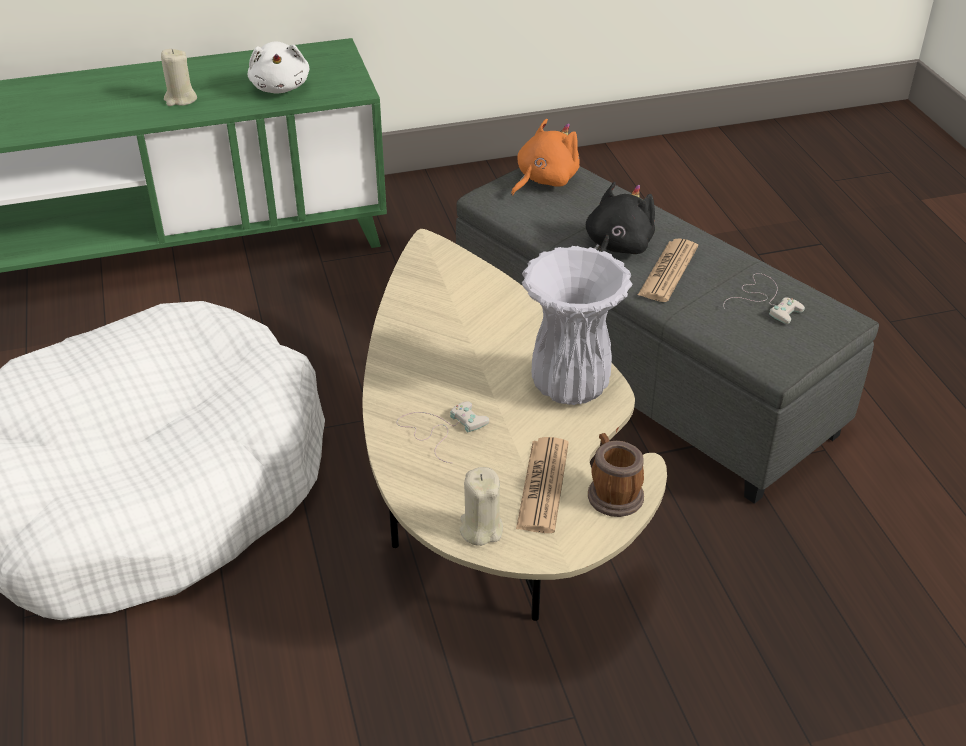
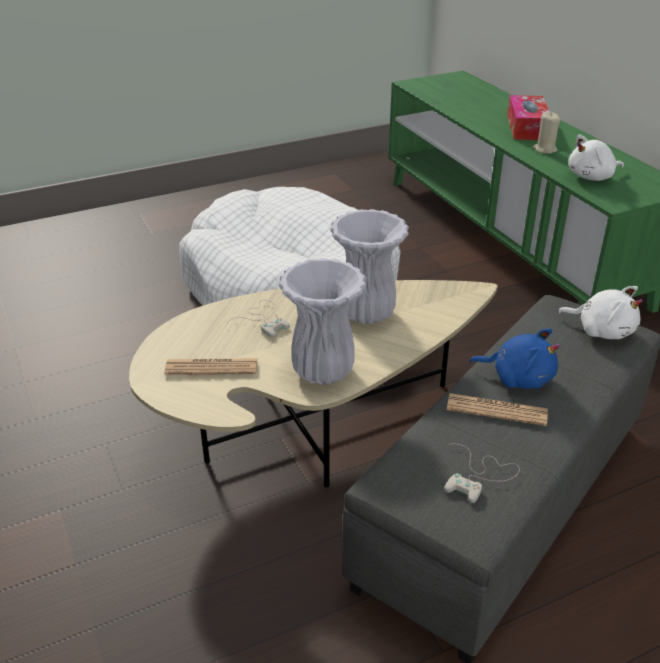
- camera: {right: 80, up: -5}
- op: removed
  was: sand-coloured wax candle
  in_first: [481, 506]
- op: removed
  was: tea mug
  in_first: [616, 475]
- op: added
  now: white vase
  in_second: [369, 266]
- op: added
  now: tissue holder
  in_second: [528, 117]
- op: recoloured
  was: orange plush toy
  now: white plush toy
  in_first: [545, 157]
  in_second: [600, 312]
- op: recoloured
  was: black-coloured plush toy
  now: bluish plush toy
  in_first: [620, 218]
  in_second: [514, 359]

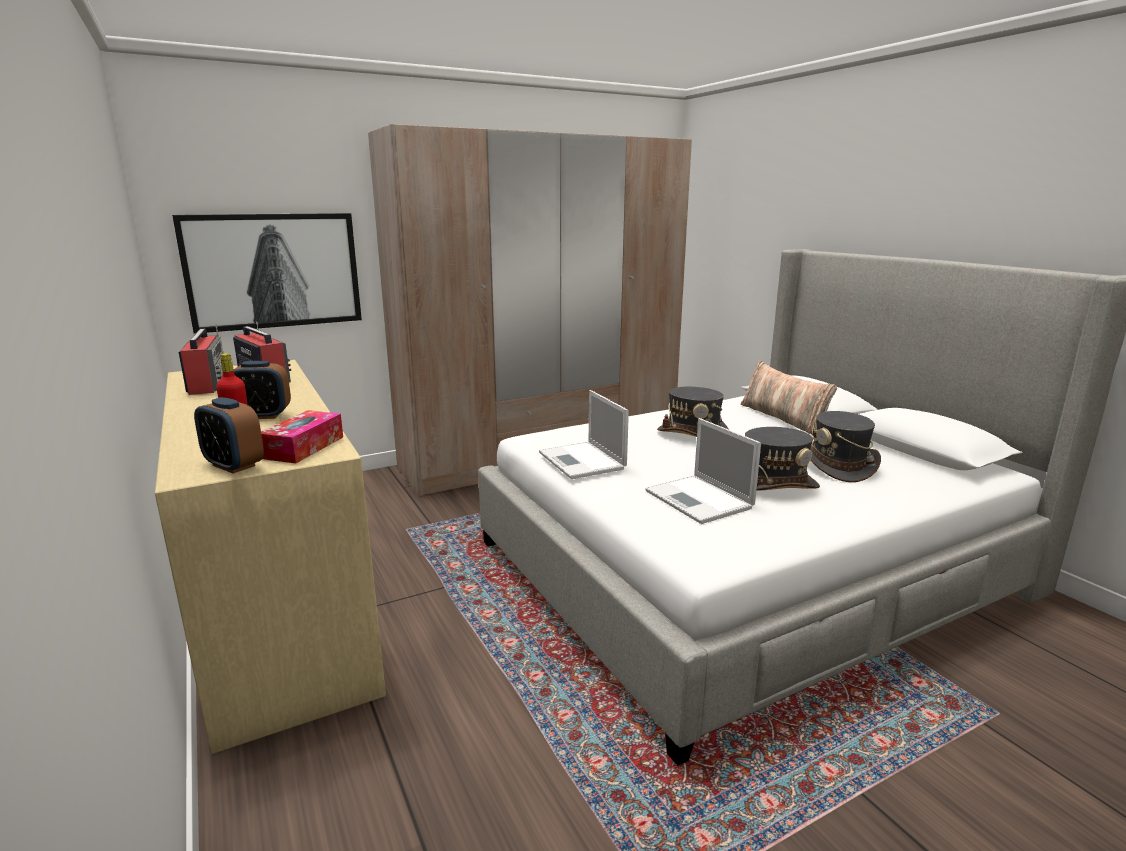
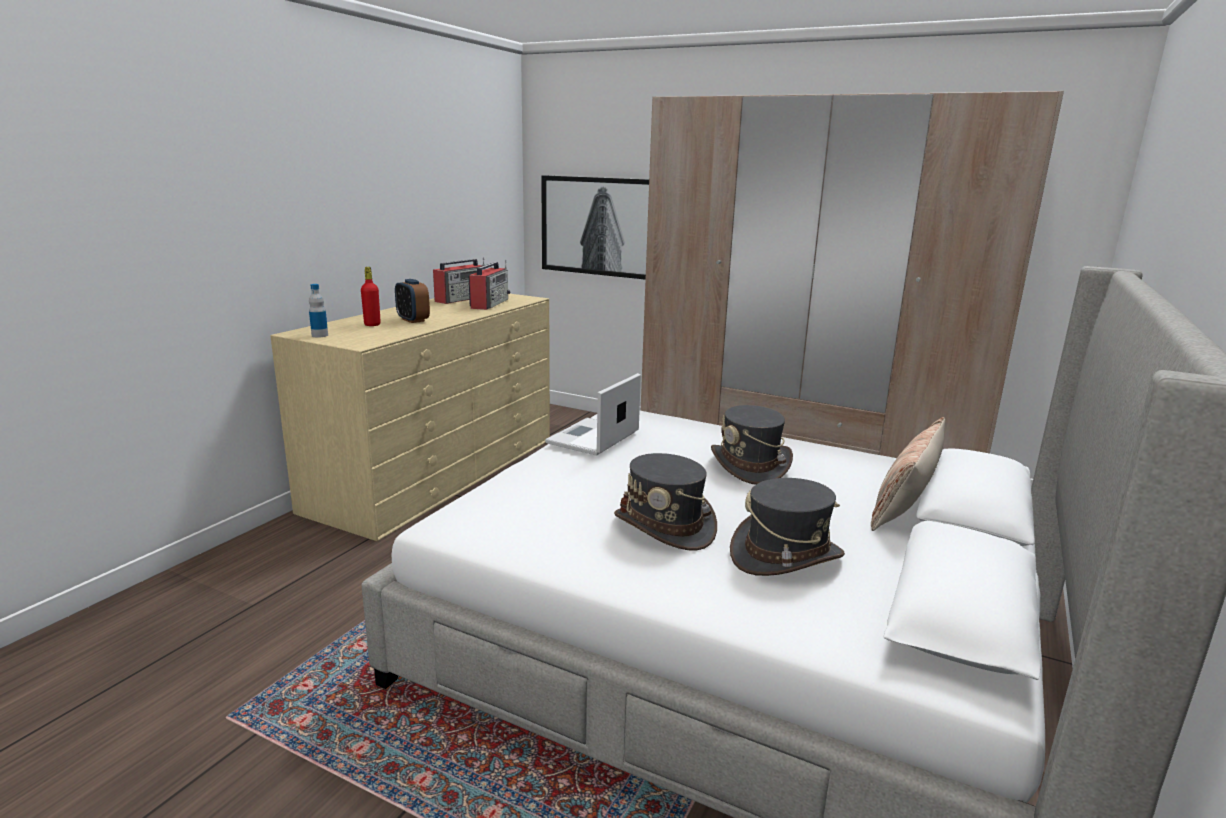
- camera: {right: 55, up: 0}
- op: removed
  was: tissue holder
  in_first: [302, 436]
- op: removed
  was: notebook computer
  in_first: [703, 471]
- op: replaced
  was: table clock
  now: bottle
  in_first: [229, 435]
  in_second: [318, 311]

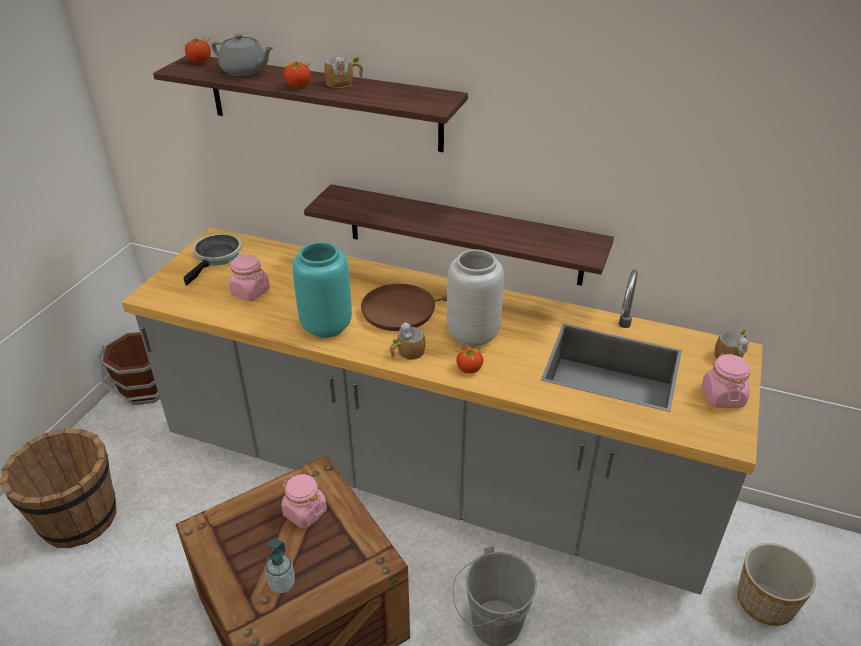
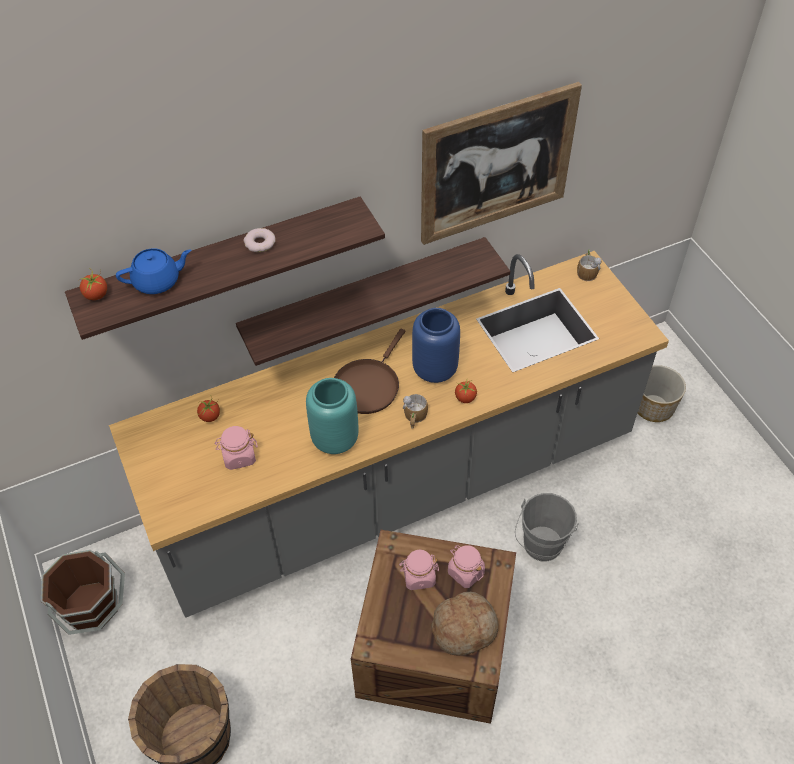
- camera: {right: -45, up: 15}
- op: removed
  was: pan
  in_first: [213, 259]
- op: added
  now: wall art
  in_second: [501, 163]
- op: moved
  was: fresh tomato
  in_first: [297, 74]
  in_second: [208, 408]
- op: moved
  was: pink-coloured preserve jar
  in_first: [726, 380]
  in_second: [466, 566]
- op: replaced
  was: soap bottle
  now: baked bread
  in_first: [280, 566]
  in_second: [464, 623]
- op: replaced
  was: tea mug
  now: ring doughnut
  in_first: [343, 72]
  in_second: [260, 240]
- op: recoloured
  was: gray pot for tea
  now: bluish pot for tea
  in_first: [242, 54]
  in_second: [153, 271]
- op: recoloured
  was: gray vase
  now: bluish vase
  in_first: [475, 297]
  in_second: [436, 345]

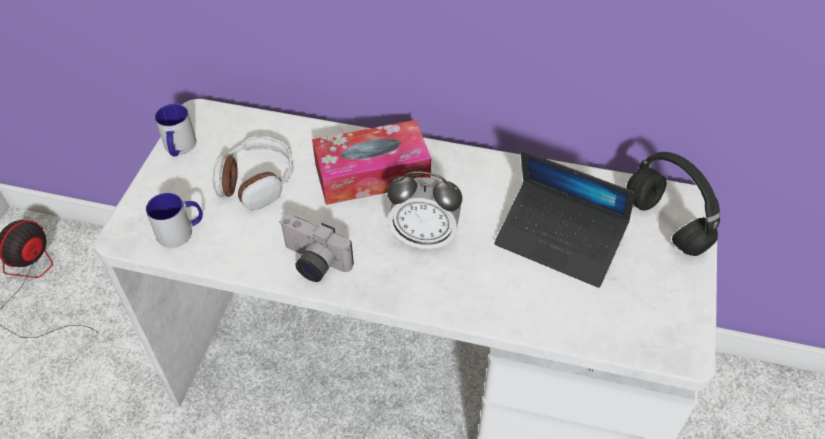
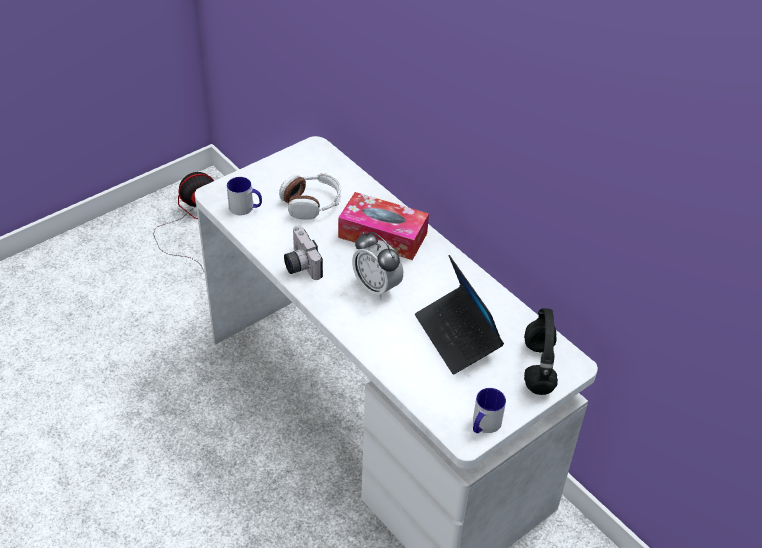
- camera: {right: 35, up: -5}
- op: moved
  was: tea mug
  in_first: [175, 130]
  in_second: [489, 410]

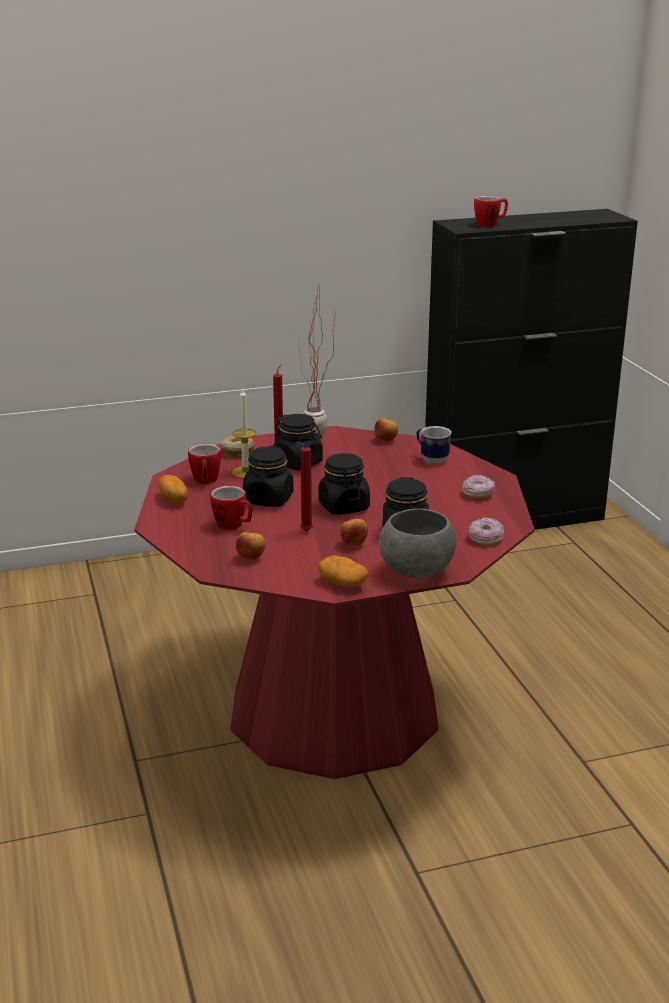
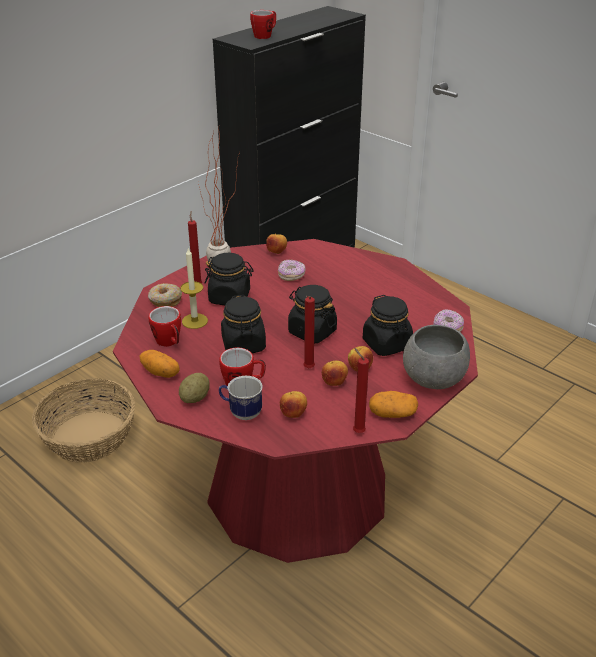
- camera: {right: -30, up: 10}
- op: added
  now: household basket
  in_second: [83, 420]
- op: added
  now: potato
  in_second: [194, 388]
- op: added
  now: apple
  in_second: [335, 373]
- op: added
  now: reddish wax candle
  in_second: [361, 390]
- op: moved
  was: tea mug
  in_first: [434, 445]
  in_second: [241, 398]
- op: moved
  was: ring doughnut
  in_first: [478, 486]
  in_second: [292, 270]

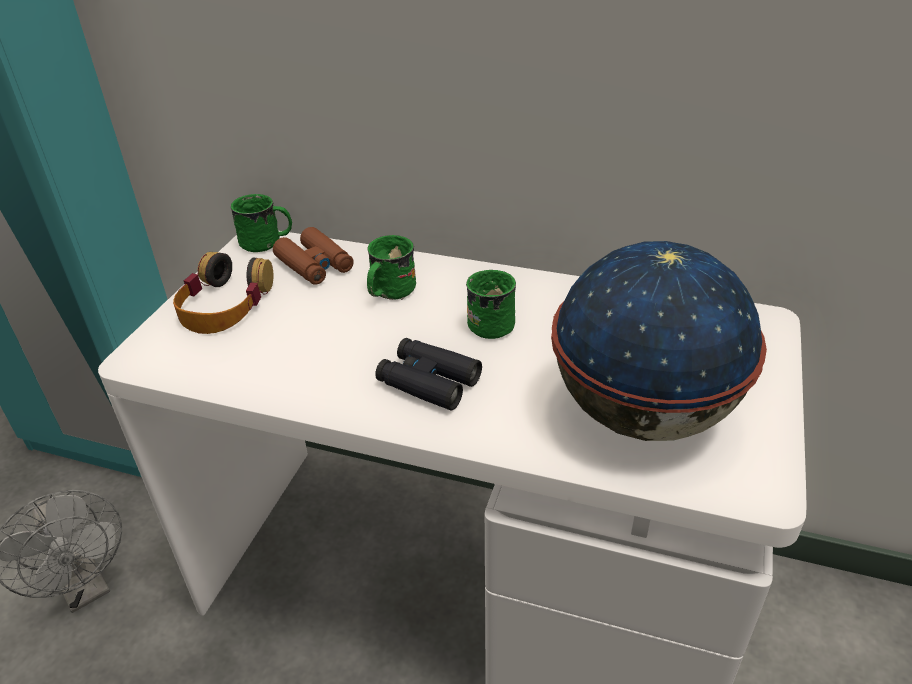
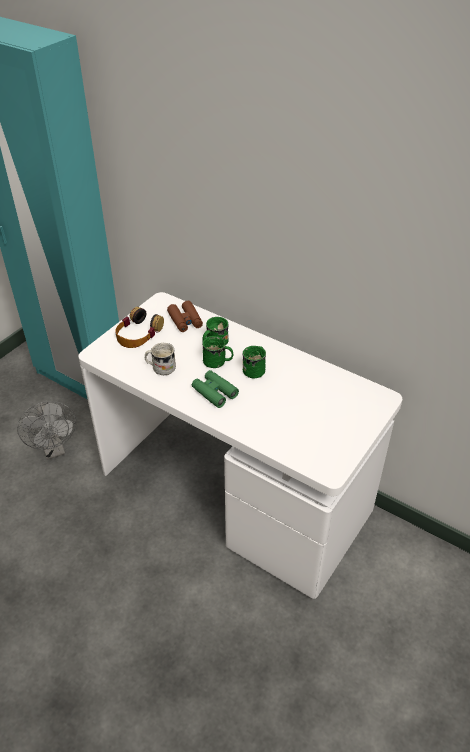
- camera: {right: 15, up: 5}
- op: removed
  was: globe
  in_first: [659, 341]
- op: added
  now: white tea mug
  in_second: [160, 359]
- op: moved
  was: green-coloured tea mug
  in_first: [261, 223]
  in_second: [217, 352]
- op: recoloured
  was: black-coloured pair of binoculars
  now: green-coloured pair of binoculars
  in_first: [428, 374]
  in_second: [215, 389]

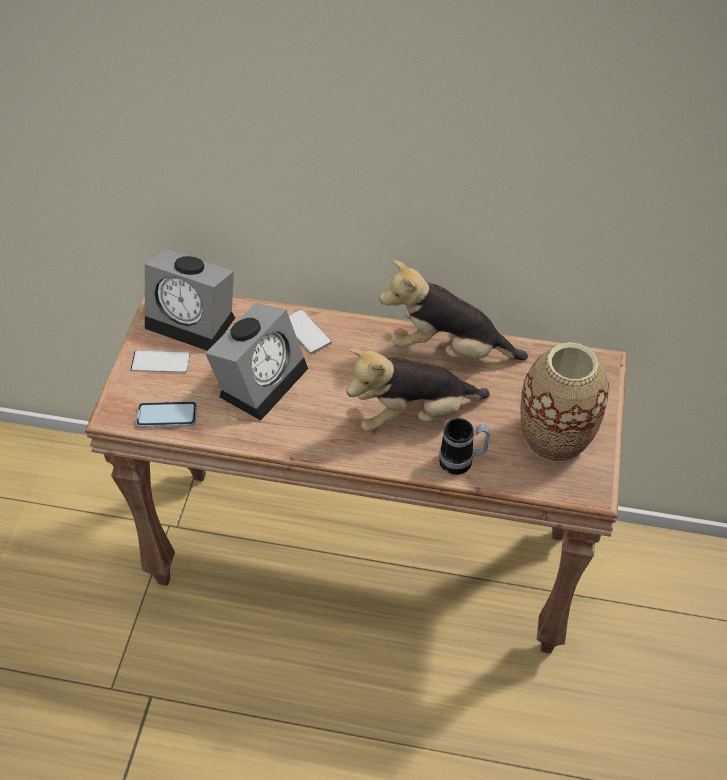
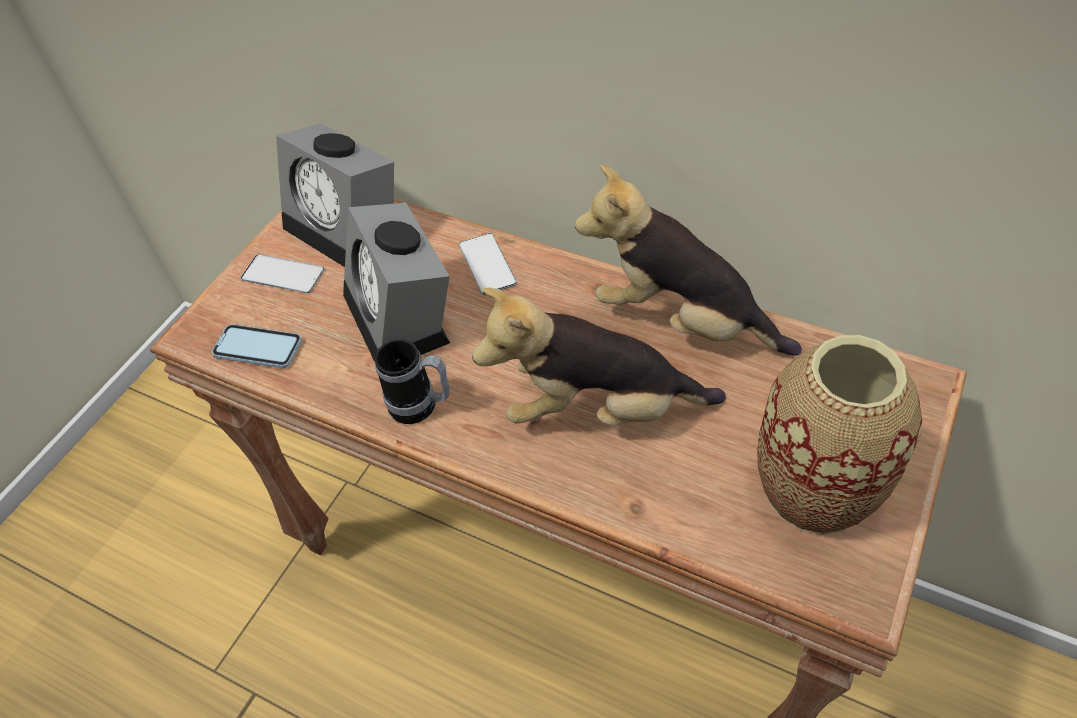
- camera: {right: 20, up: 0}
- op: moved
  was: tea mug
  in_first: [465, 446]
  in_second: [412, 381]
- op: turned
  was: table clock
  in_first: [256, 361]
  in_second: [396, 282]
  clockwise: 105

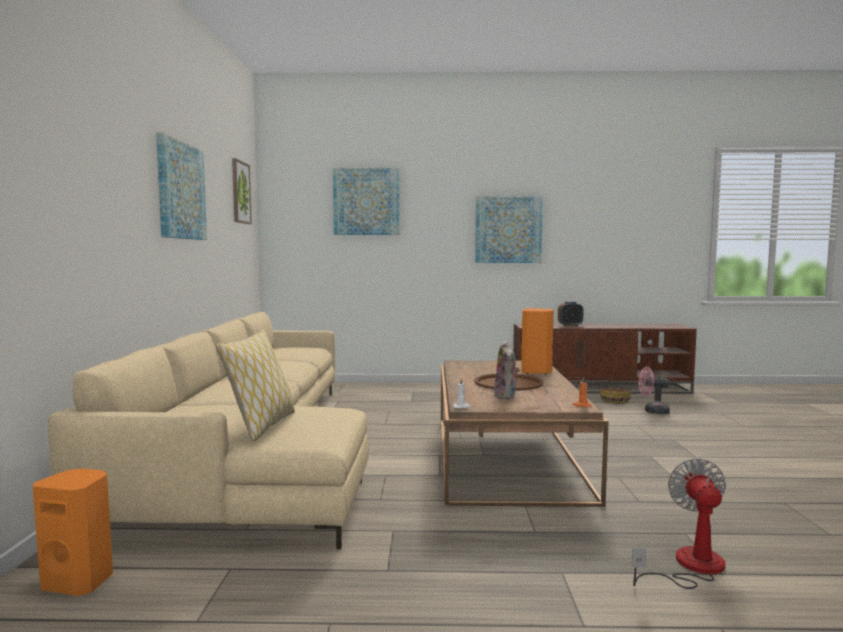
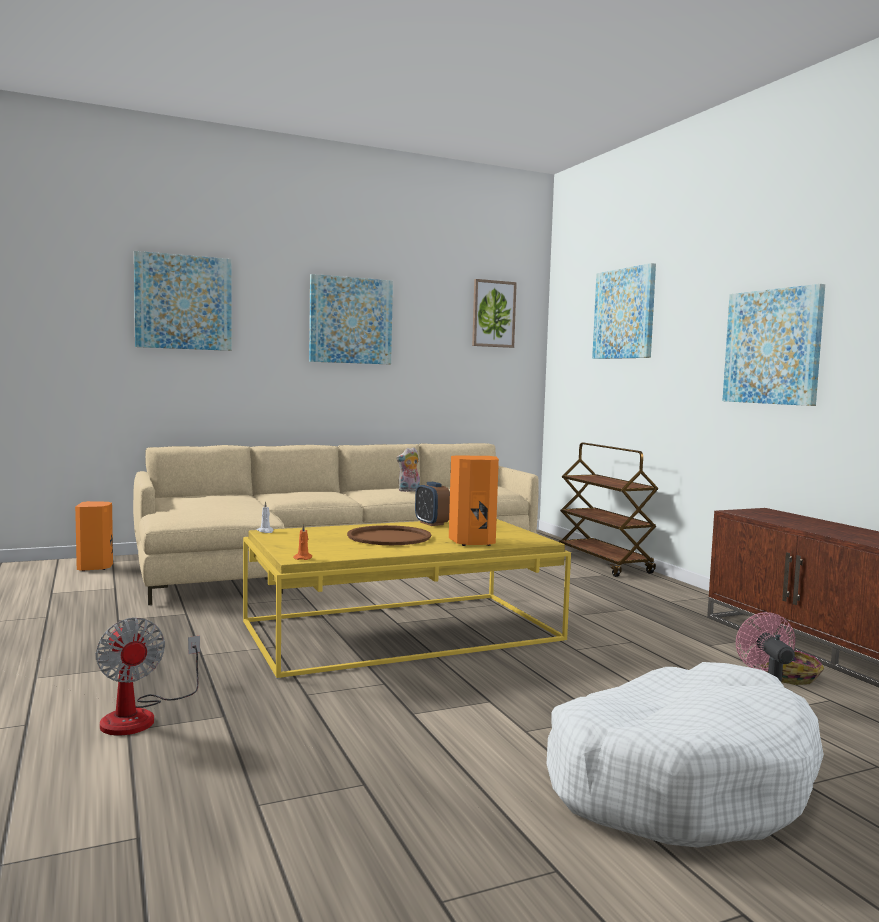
- camera: {right: 65, up: 0}
- op: removed
  was: cushion
  in_first: [255, 385]
- op: added
  now: wall art
  in_second: [182, 301]
- op: added
  now: white pet bed
  in_second: [685, 755]
- op: added
  now: brown cart
  in_second: [609, 510]
- op: moved
  was: plush toy
  in_first: [507, 369]
  in_second: [408, 469]
- op: moved
  was: table clock
  in_first: [571, 314]
  in_second: [432, 504]
- op: recoloured
  was: brown low table
  now: yellow-coloured low table
  in_first: [525, 434]
  in_second: [407, 599]
- op: turned
  was: fan
  in_first: [679, 523]
  in_second: [148, 676]
  clockwise: 75

